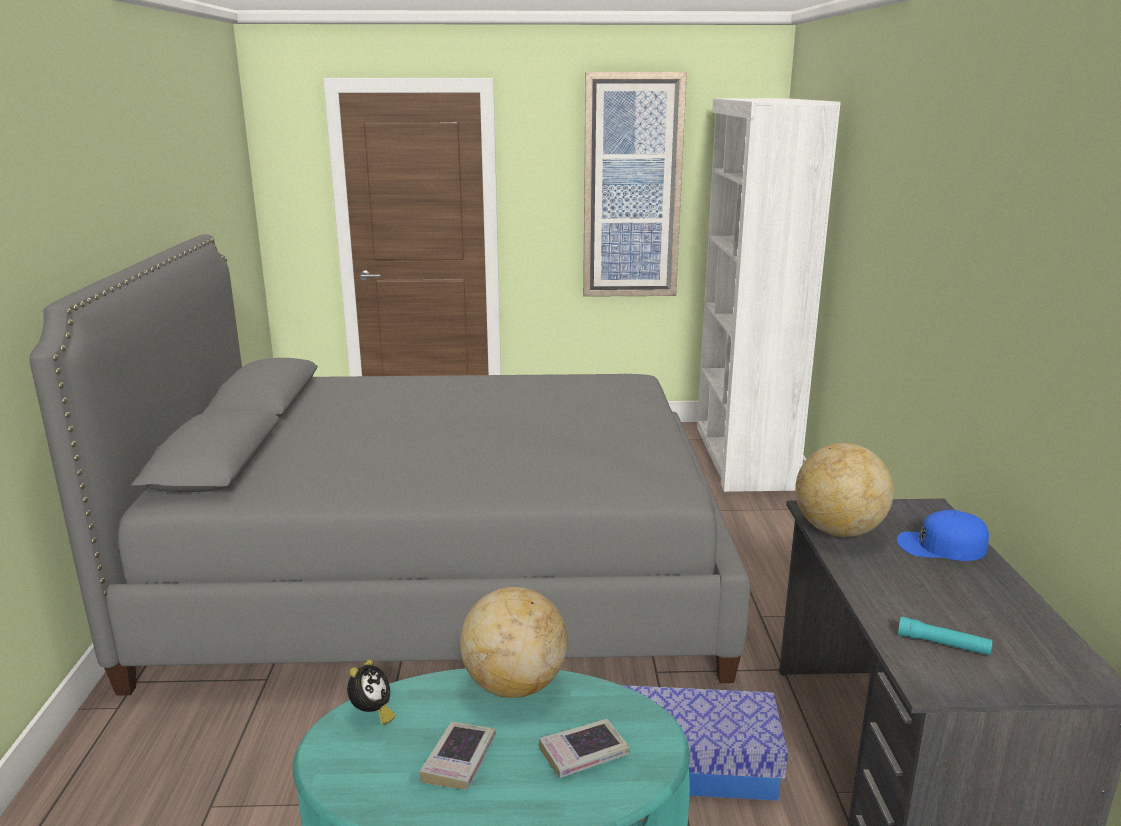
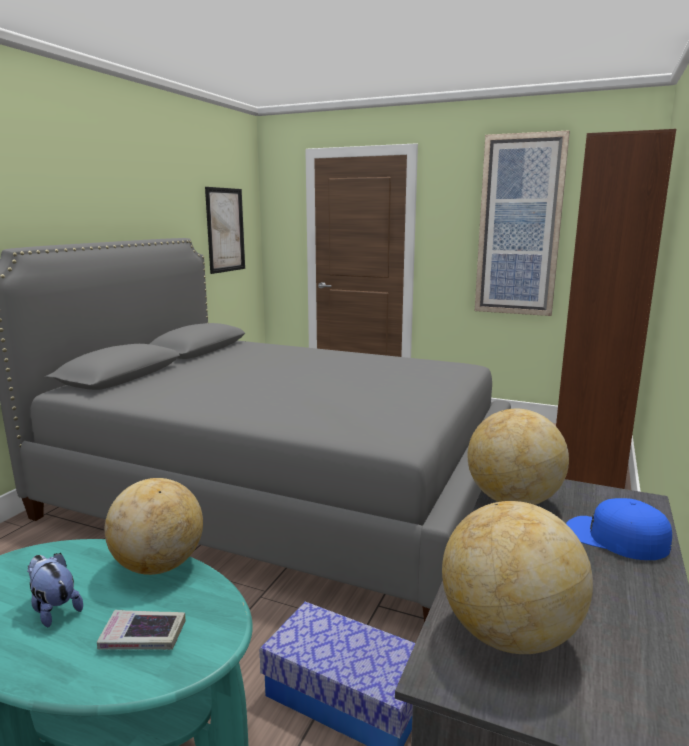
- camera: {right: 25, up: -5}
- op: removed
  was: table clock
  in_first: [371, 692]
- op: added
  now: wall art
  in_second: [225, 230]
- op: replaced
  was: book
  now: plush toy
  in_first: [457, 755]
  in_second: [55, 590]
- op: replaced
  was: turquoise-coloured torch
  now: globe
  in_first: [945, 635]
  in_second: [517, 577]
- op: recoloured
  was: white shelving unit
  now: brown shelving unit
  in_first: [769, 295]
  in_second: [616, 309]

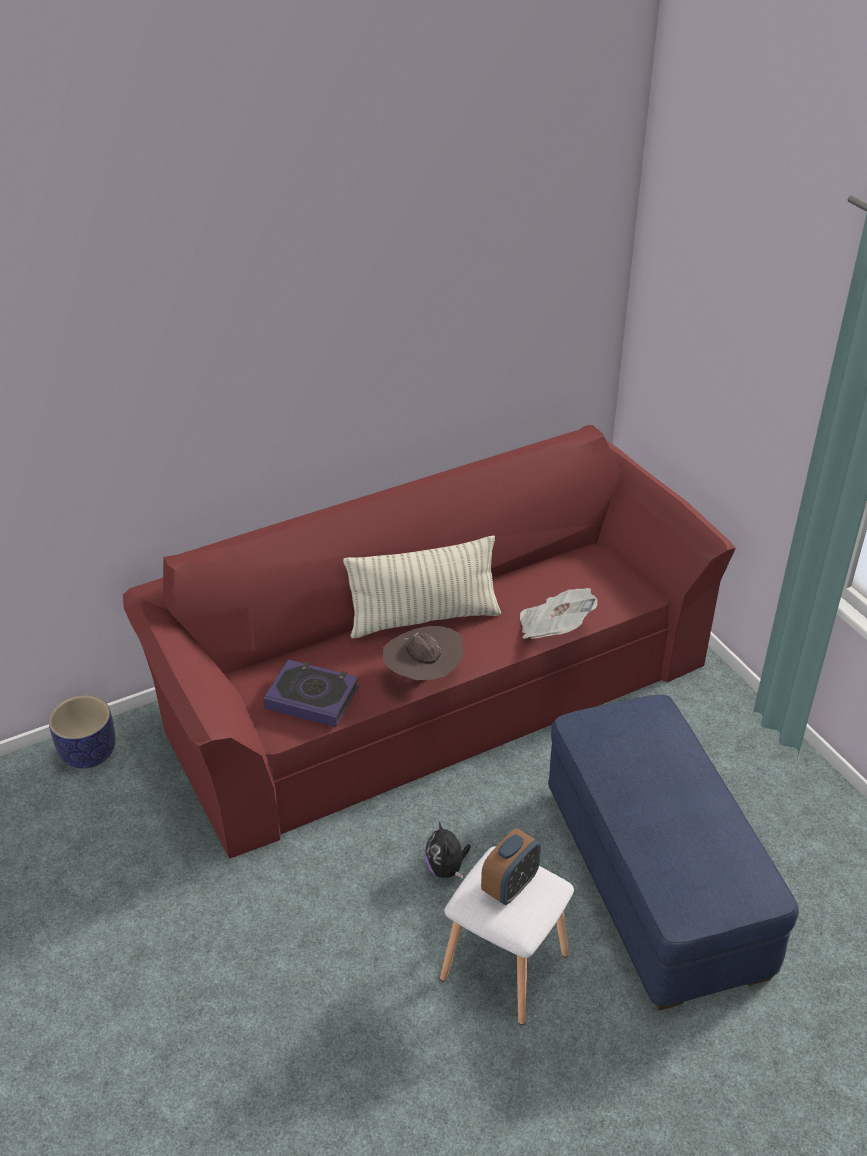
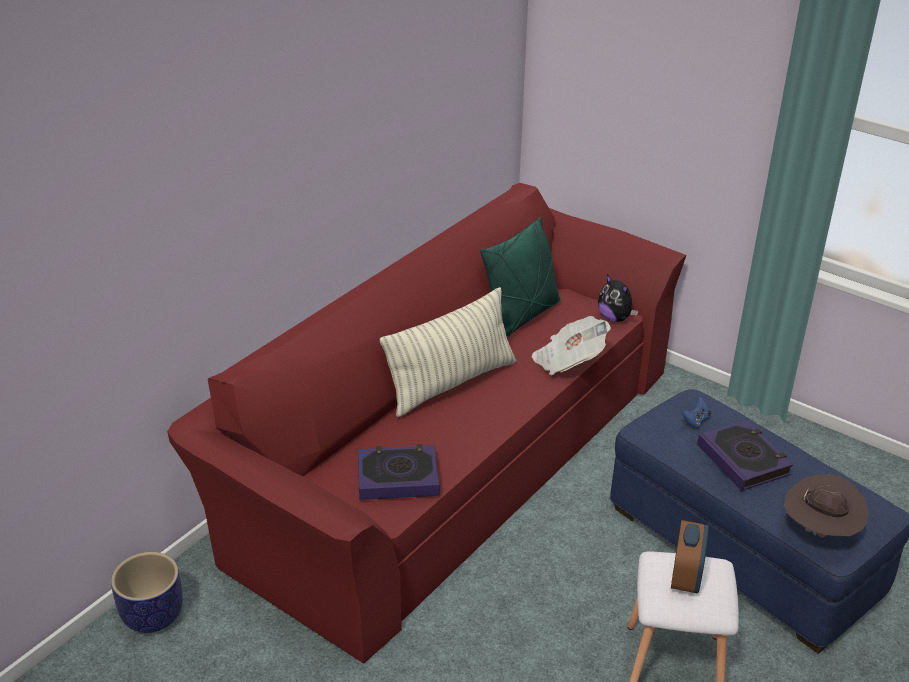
- camera: {right: -25, up: -5}
- op: added
  now: green-coloured cushion
  in_second: [520, 277]
- op: added
  now: bluish joypad
  in_second: [696, 413]
- op: added
  now: book
  in_second: [745, 455]
- op: moved
  was: brown clothing hat
  in_first: [423, 653]
  in_second: [826, 506]
- op: moved
  was: plush toy
  in_first: [448, 849]
  in_second: [618, 298]

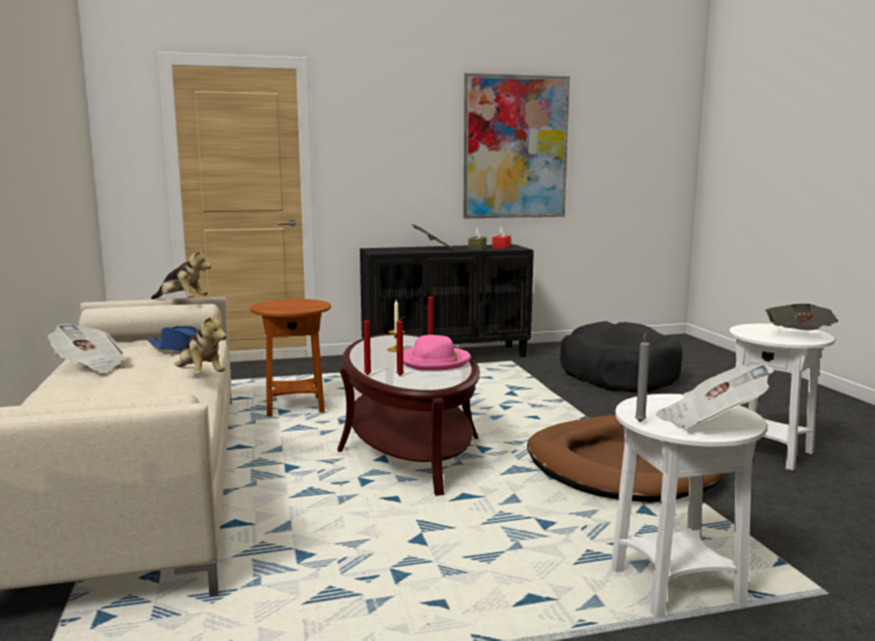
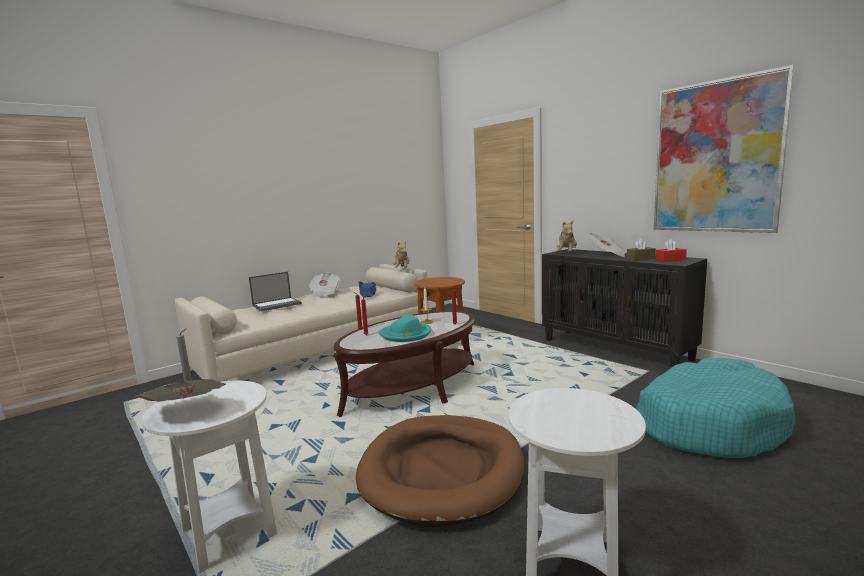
- camera: {right: 65, up: 0}
- op: removed
  was: printed paper
  in_first: [801, 317]
- op: added
  now: notebook computer
  in_second: [275, 291]
- op: moved
  was: plush toy
  in_first: [201, 343]
  in_second: [566, 236]
- op: recoloured
  was: pink-coloured clothing hat
  now: turquoise-coloured clothing hat
  in_first: [437, 353]
  in_second: [405, 328]
- op: recoloured
  was: black-coloured pet bed
  now: turquoise-coloured pet bed
  in_first: [621, 356]
  in_second: [716, 408]

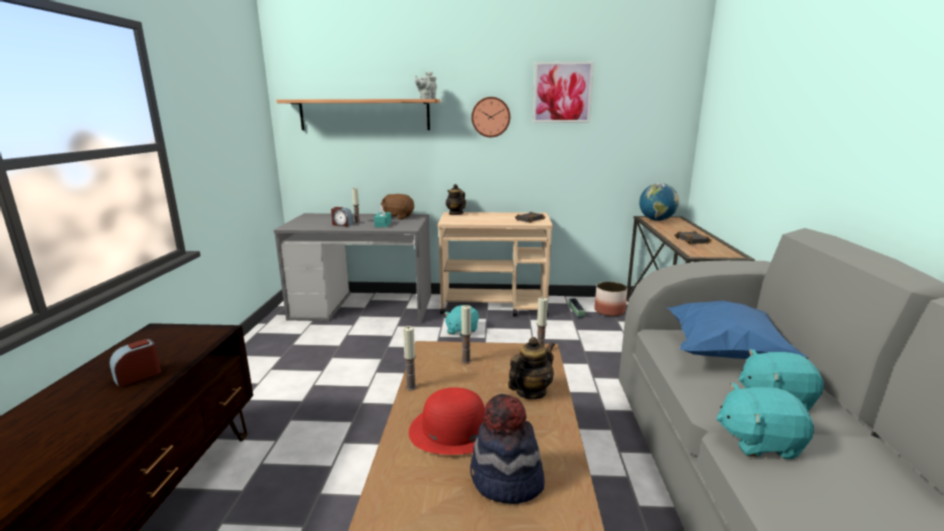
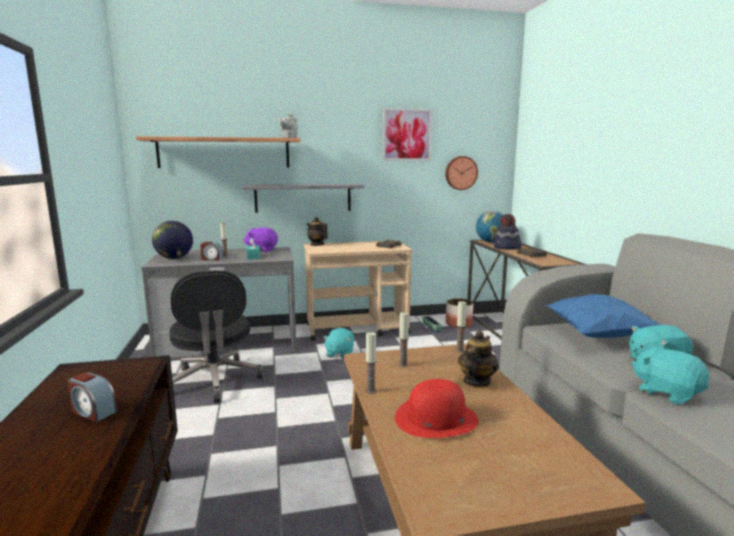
- camera: {right: -15, up: -5}
- op: added
  now: globe
  in_second: [172, 240]
- op: added
  now: black-coloured desk chair
  in_second: [216, 336]
- op: added
  now: gray shelf
  in_second: [303, 198]
- op: moved
  was: clothing hat
  in_first: [507, 449]
  in_second: [507, 232]
- op: moved
  was: clock on the wall
  in_first: [490, 117]
  in_second: [461, 173]
- op: recoloured
  was: brown plush toy
  now: purple plush toy
  in_first: [397, 207]
  in_second: [261, 240]
- op: turned
  was: table clock
  in_first: [135, 363]
  in_second: [92, 397]
  clockwise: -90
- op: turned
  was: turquoise-coloured plush toy
  in_first: [765, 420]
  in_second: [670, 375]
  clockwise: 60

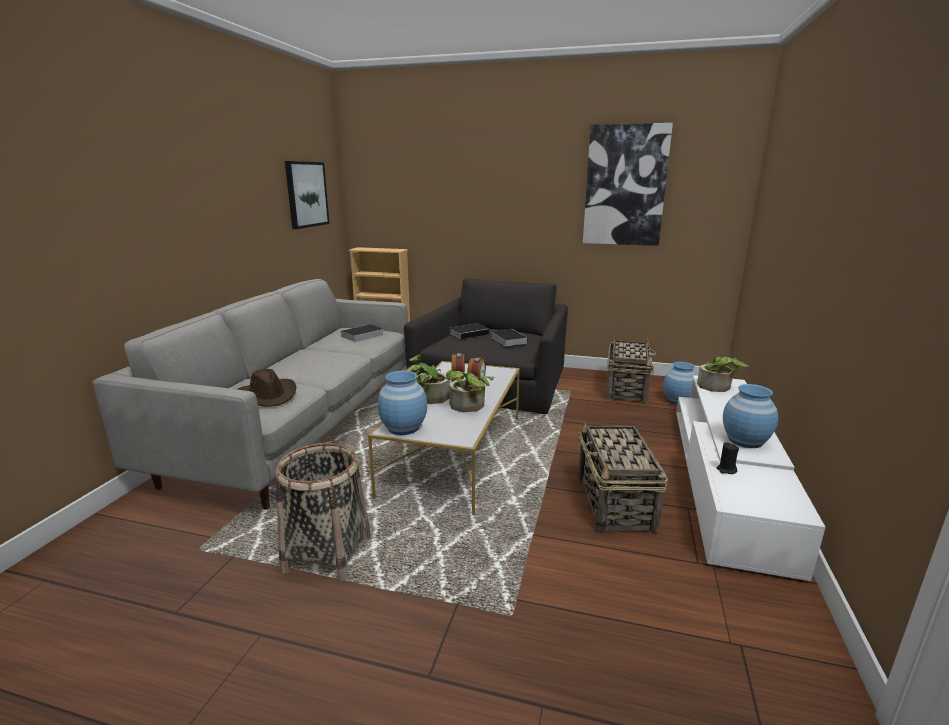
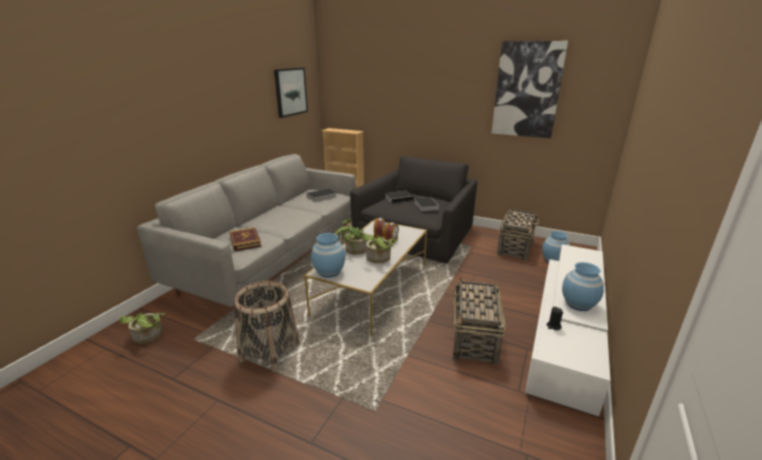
- camera: {right: 10, up: 5}
- op: moved
  was: plant in a pot
  in_first: [723, 374]
  in_second: [142, 328]
- op: replaced
  was: brown clothing hat
  now: book
  in_first: [267, 388]
  in_second: [245, 239]

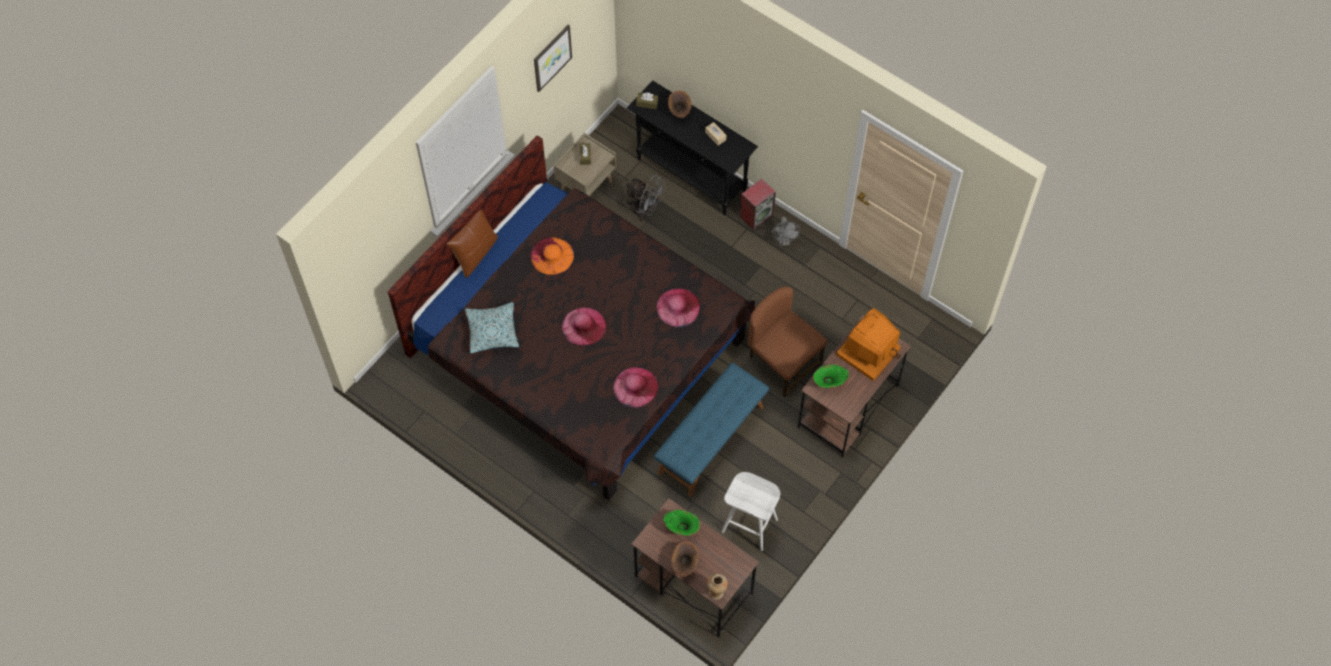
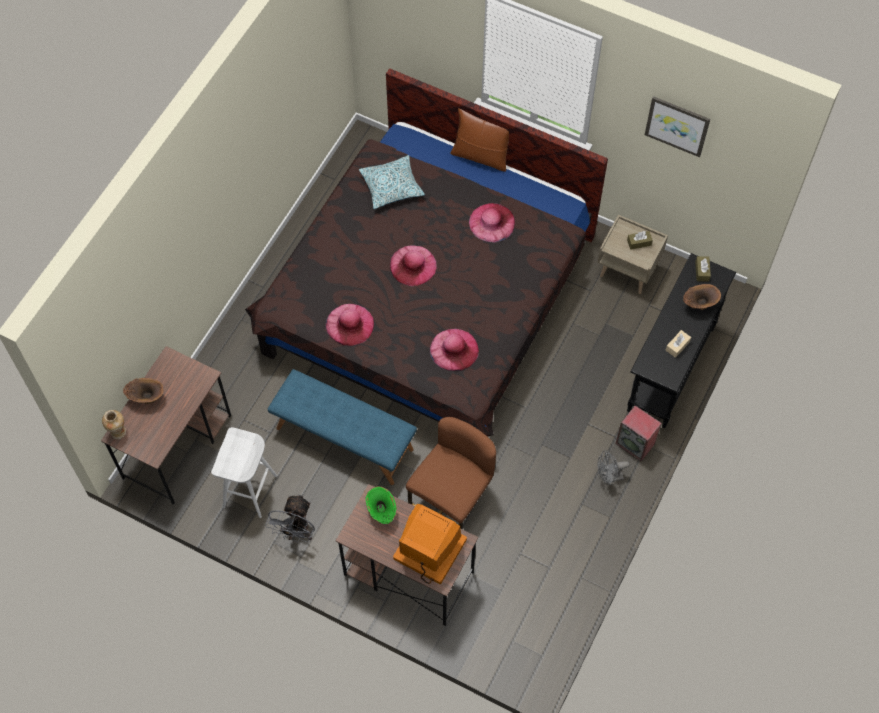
- camera: {right: 80, up: 0}
- op: removed
  was: green-coloured vase
  in_first: [681, 522]
- op: moved
  was: gray fan
  in_first: [645, 198]
  in_second: [290, 519]
- op: recoloured
  was: orange clothing hat
  now: pink-coloured clothing hat
  in_first: [552, 256]
  in_second: [492, 222]

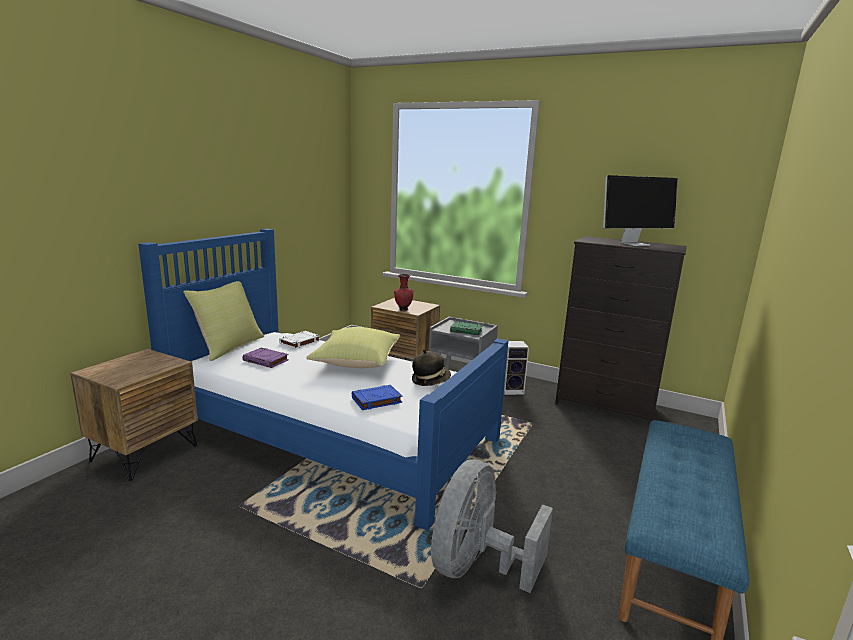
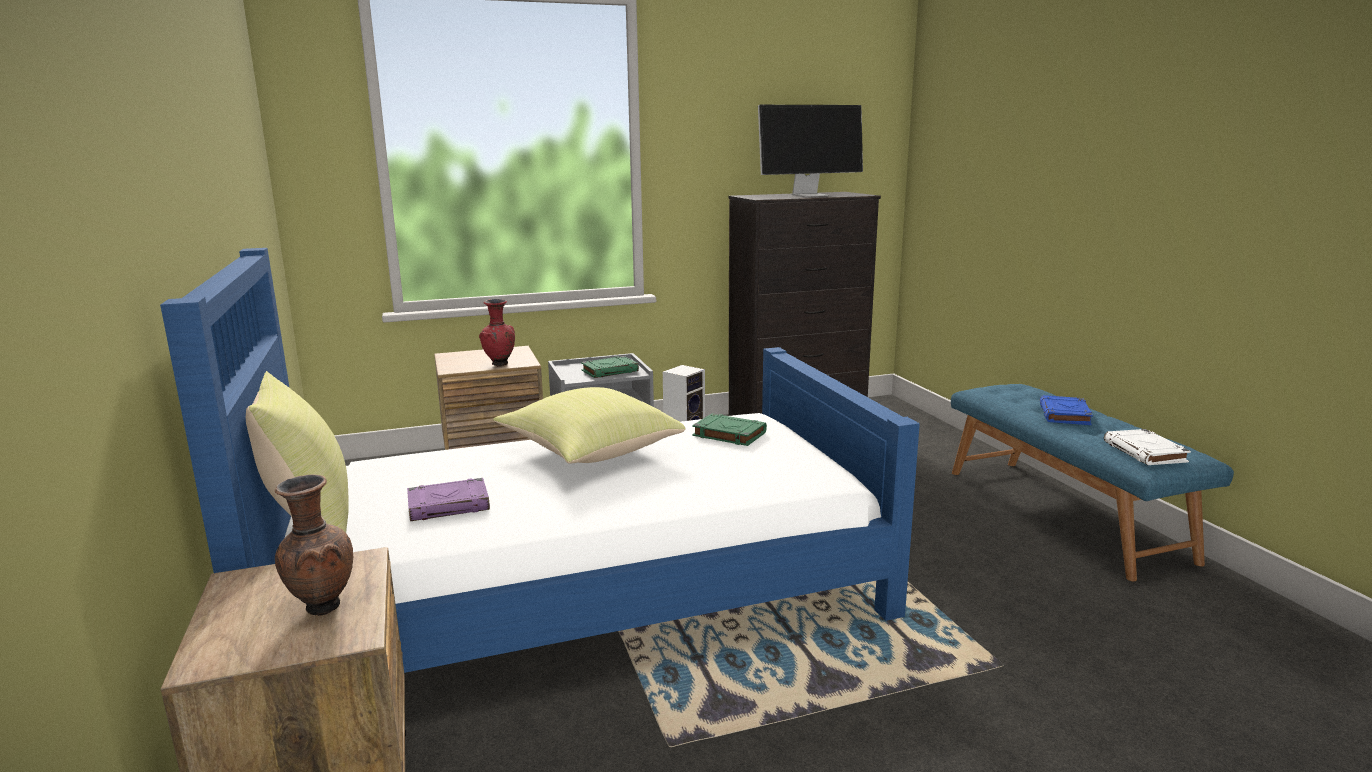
- camera: {right: -45, up: 0}
- op: removed
  was: gray fan
  in_first: [492, 526]
- op: added
  now: brown vase
  in_second: [314, 545]
- op: moved
  was: white book
  in_first: [299, 340]
  in_second: [1147, 447]
- op: moved
  was: bluish book
  in_first: [377, 397]
  in_second: [1066, 410]
- op: replaced
  was: clothing hat
  now: green-coloured book
  in_first: [431, 367]
  in_second: [729, 430]
- op: turned
  was: monitor
  in_first: [640, 210]
  in_second: [810, 151]
  clockwise: 45

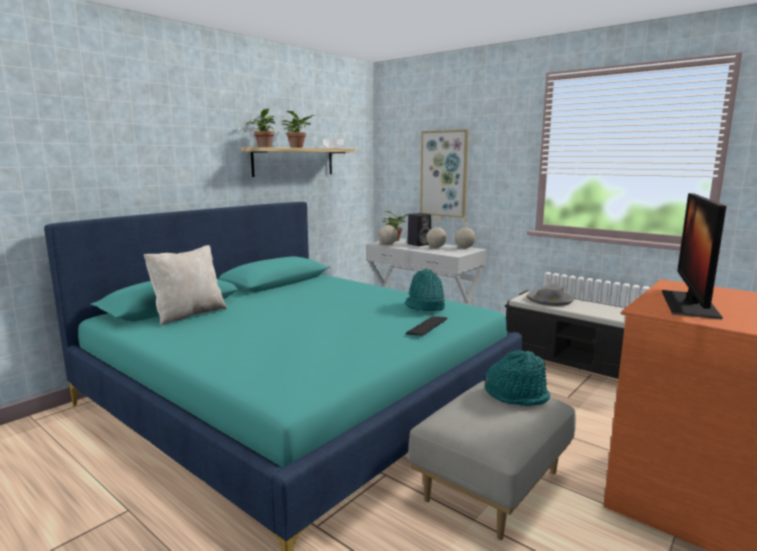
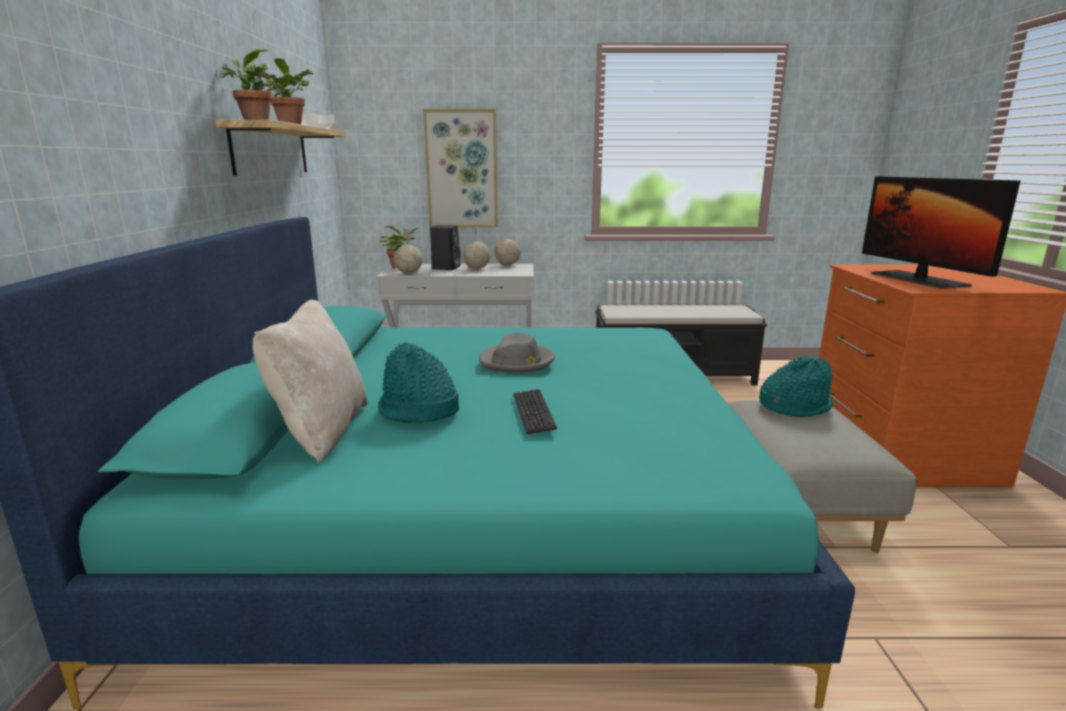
- camera: {right: -40, up: 5}
- op: moved
  was: turquoise-coloured clothing hat
  in_first: [425, 290]
  in_second: [418, 382]
- op: moved
  was: PC keyboard
  in_first: [426, 326]
  in_second: [535, 411]
- op: moved
  was: gray clothing hat
  in_first: [550, 295]
  in_second: [517, 352]

